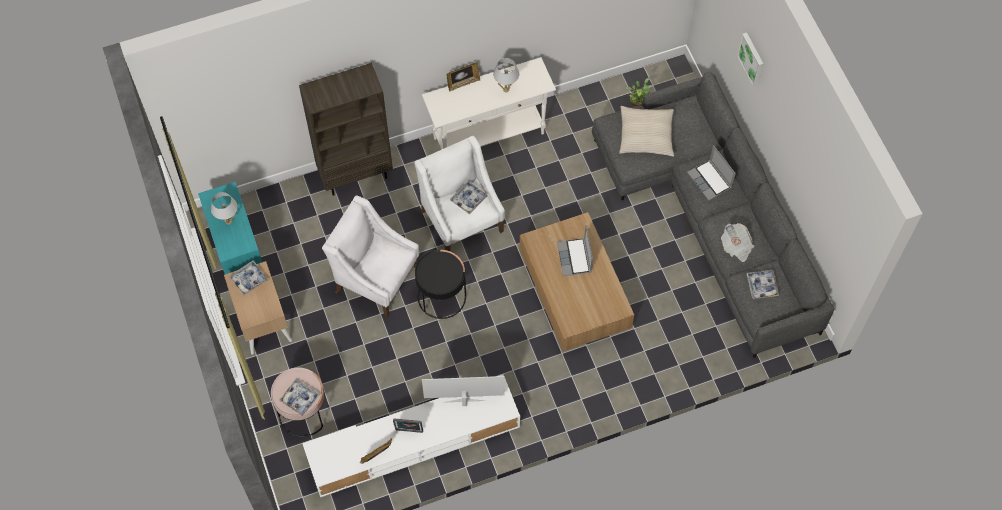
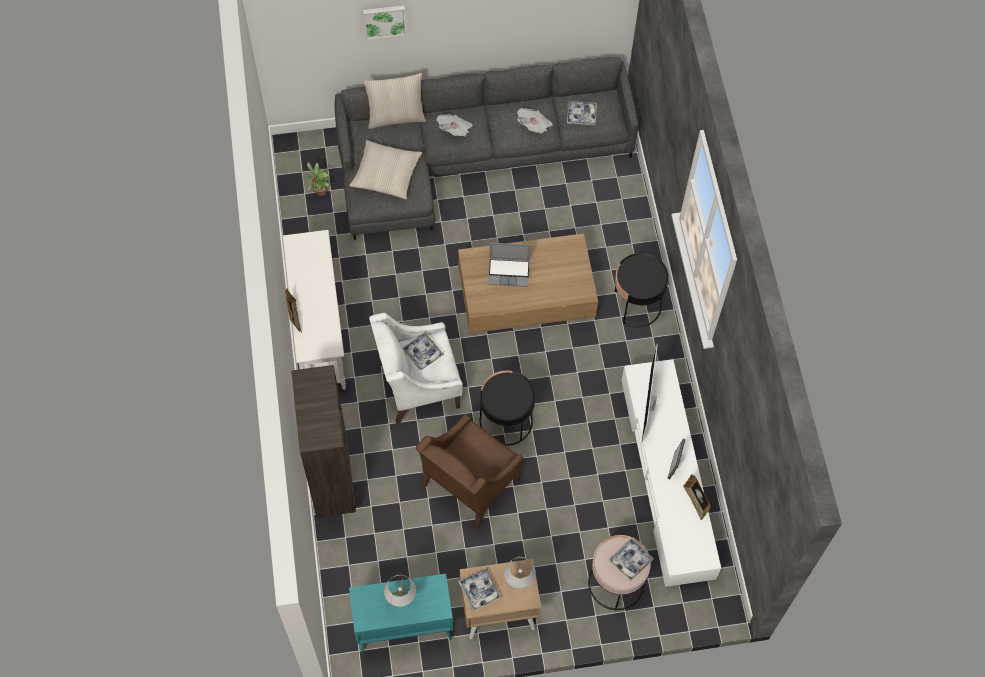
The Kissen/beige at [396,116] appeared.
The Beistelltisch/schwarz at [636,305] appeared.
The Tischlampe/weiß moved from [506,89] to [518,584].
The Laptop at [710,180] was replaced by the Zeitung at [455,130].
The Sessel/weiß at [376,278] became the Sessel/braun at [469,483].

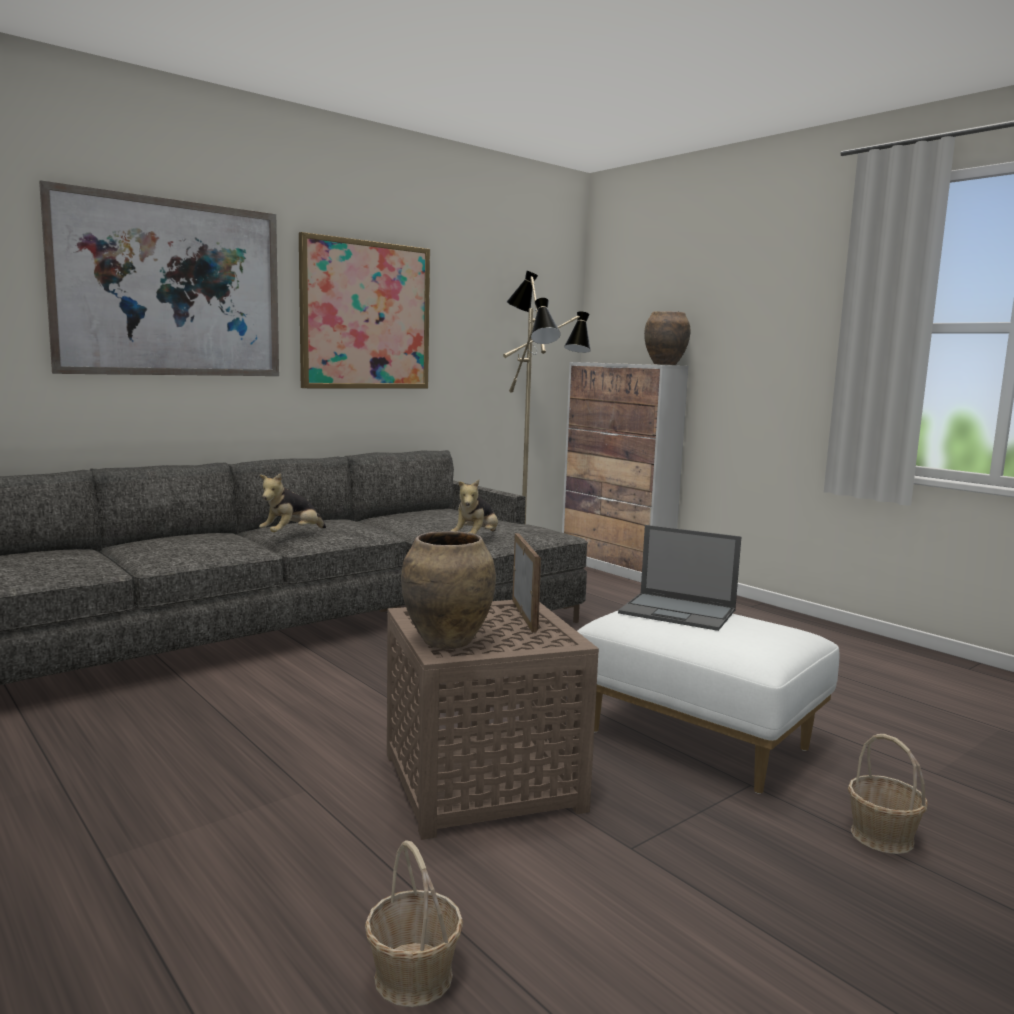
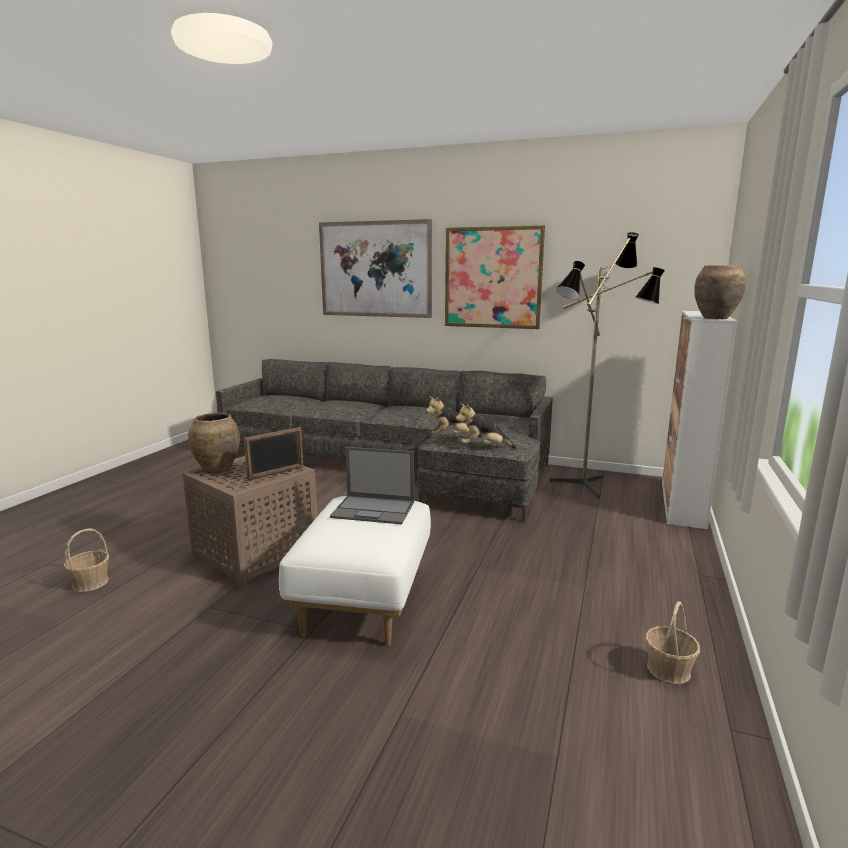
The Plüschtier moved from [292,535] to [484,447].
The Korb moved from [882,837] to [668,669].
The Laptop at [679,612] turned 75 degrees counterclockwise.

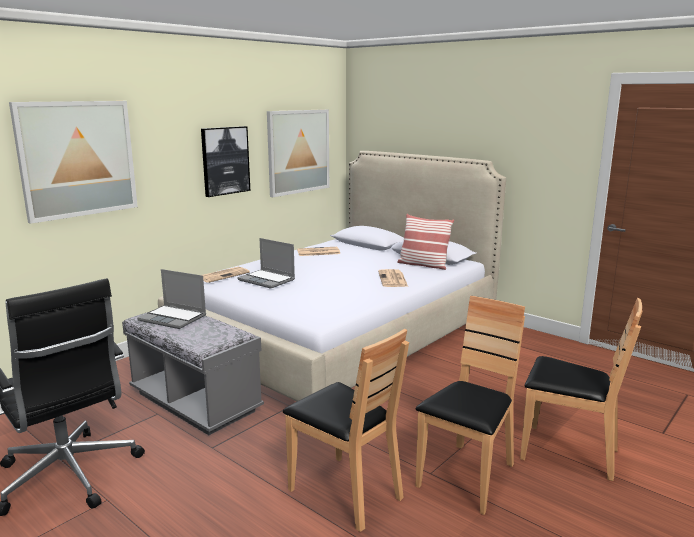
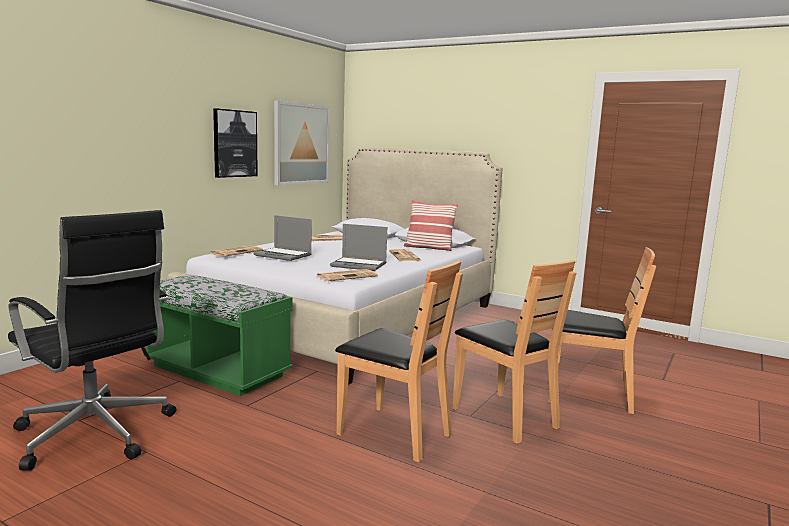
The Bild at [77,159] disappeared.
The Zeitung at [347,276] appeared.
The Laptop moved from [173,318] to [359,265].
The Bank/grau at [195,402] became the Bank/grün at [217,371].
The Stuhl/braun at [467,477] turned 120 degrees clockwise.

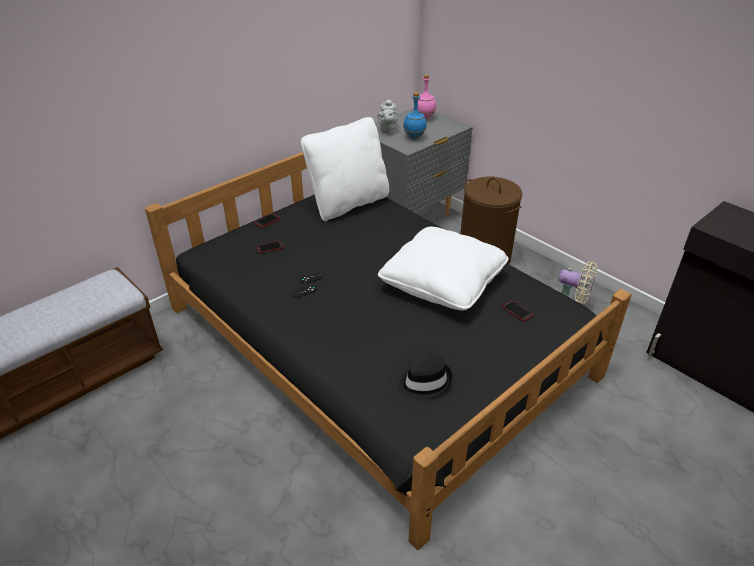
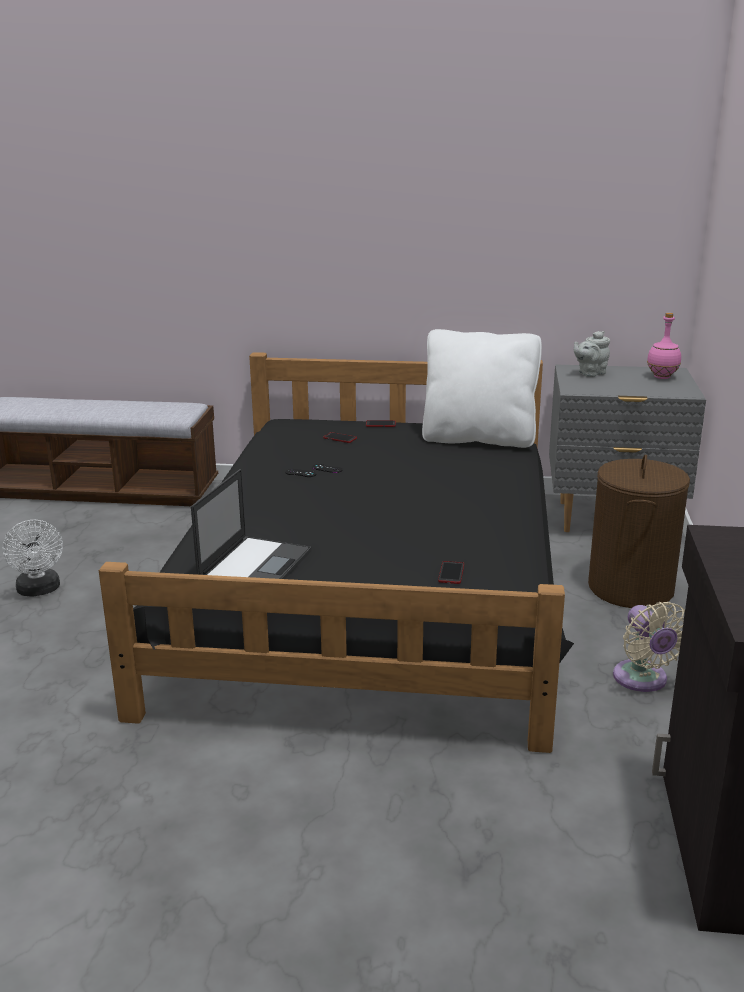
The Kissen/weiß at [443,283] disappeared.
The Flasche/blau at [414,137] disappeared.
The Ventilator/weiß at [39,590] appeared.
The Hut/schwarz at [424,381] was replaced by the Laptop at [255,565].

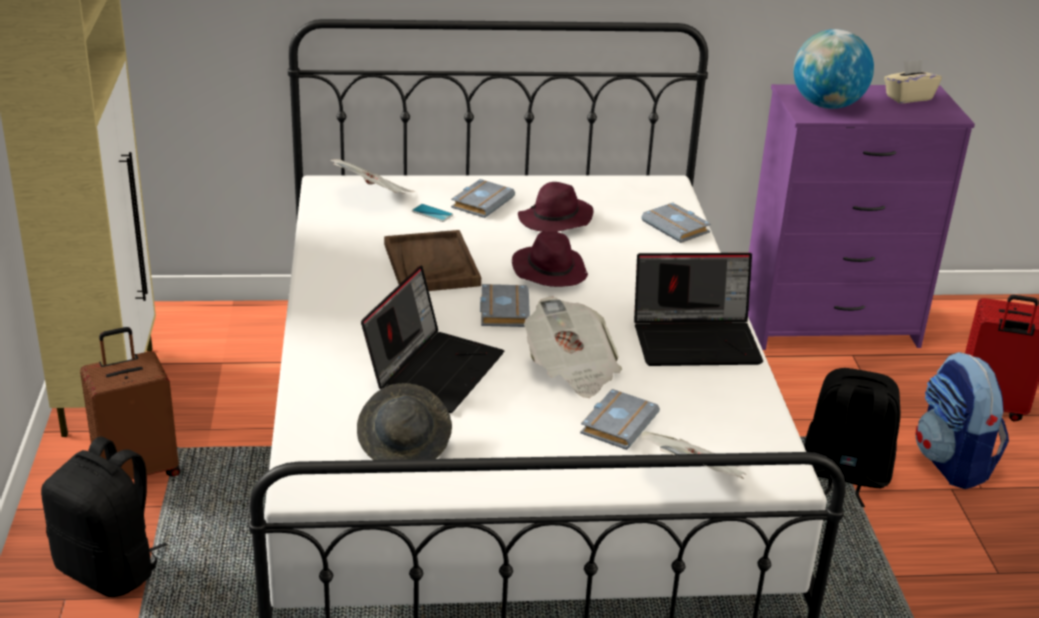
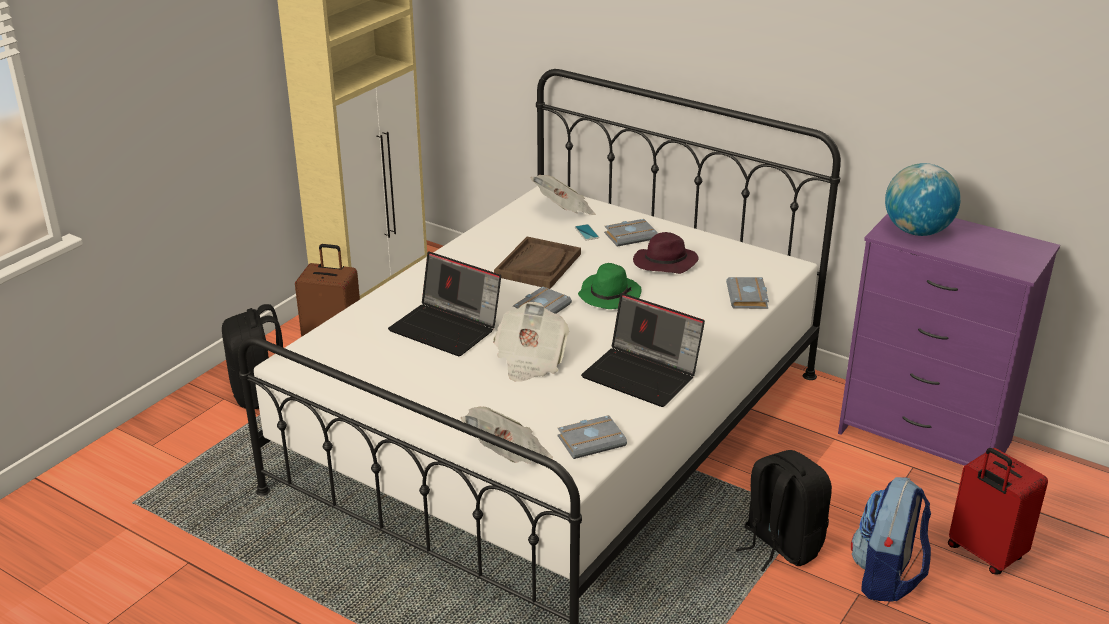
The Hut/grau at [405,445] disappeared.
The Taschentuchbox/beige at [908,97] disappeared.
The Buch/grau moved from [617,423] to [592,440].
The Hut/lila at [549,271] became the Hut/grün at [609,295].
The Laptop at [434,369] turned 60 degrees clockwise.

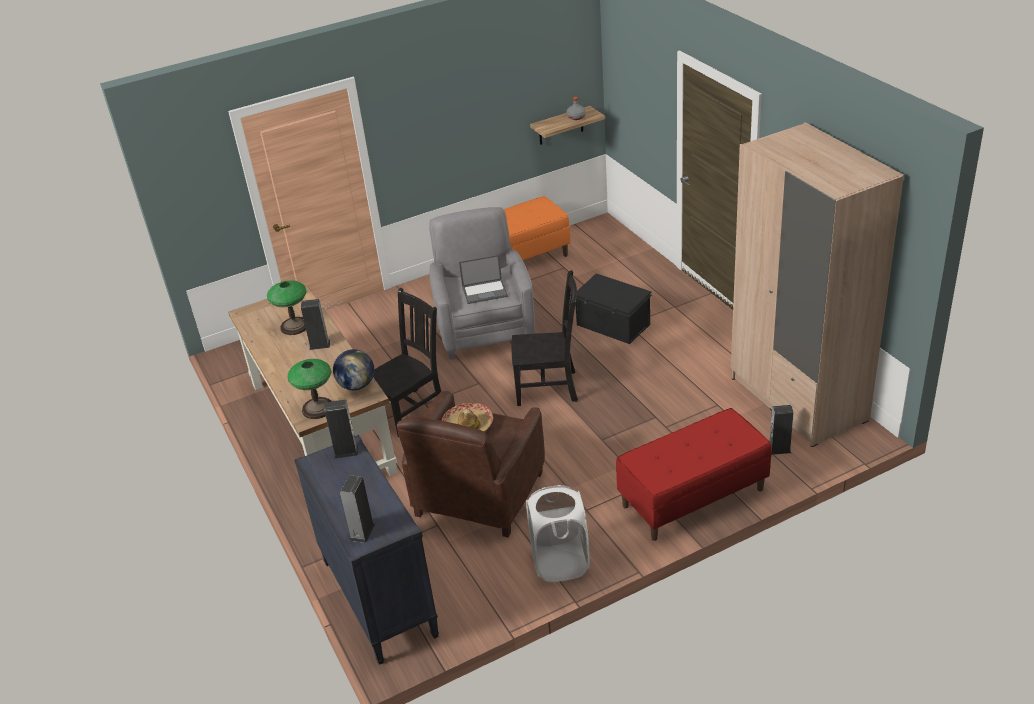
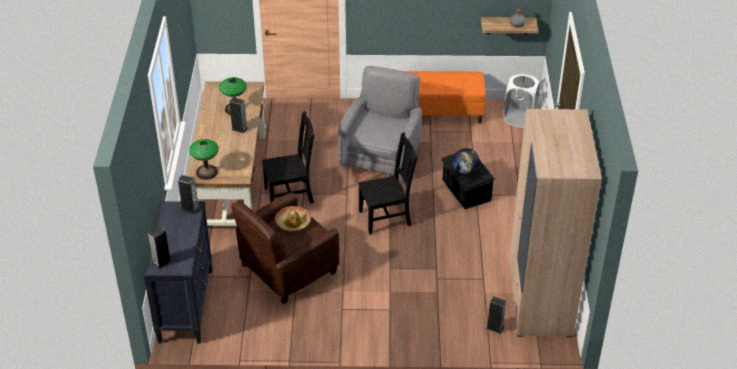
The Laptop at [485,291] disappeared.
The Bank/rot at [693,498] disappeared.
The Globus moved from [357,385] to [465,171].
The Wäschekorb/weiß moved from [560,563] to [519,119].
The Stuhl/schwarz at [549,388] turned 45 degrees counterclockwise.

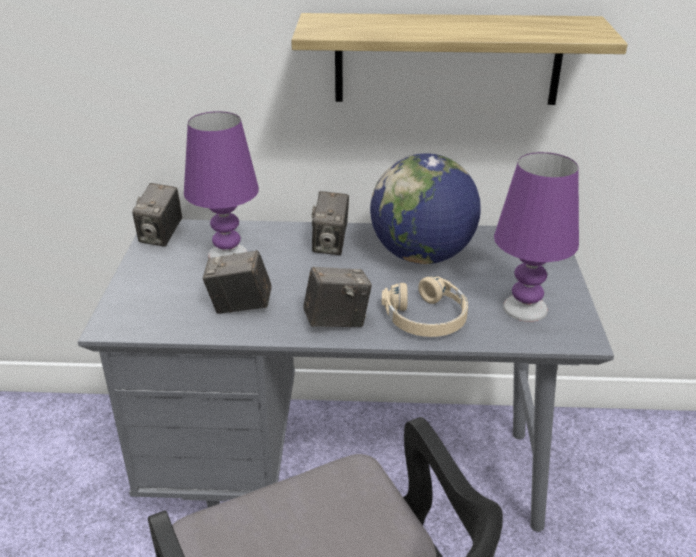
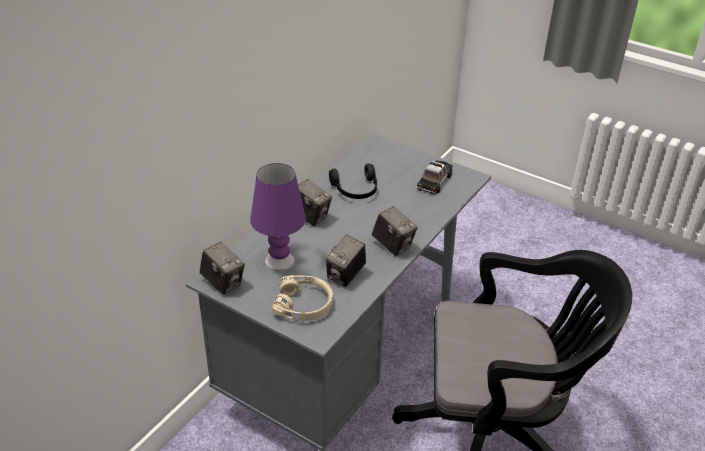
The Wandregal at [447,59] disappeared.
The Kopfhörer/beige moved from [426,318] to [304,305].
The Globus at [422,256] was replaced by the Kopfhörer/schwarz at [356,190].
The Tischlampe/lila at [524,308] was replaced by the Spielzeugauto at [435,181].
The Kamera at [337,321] turned 120 degrees clockwise.

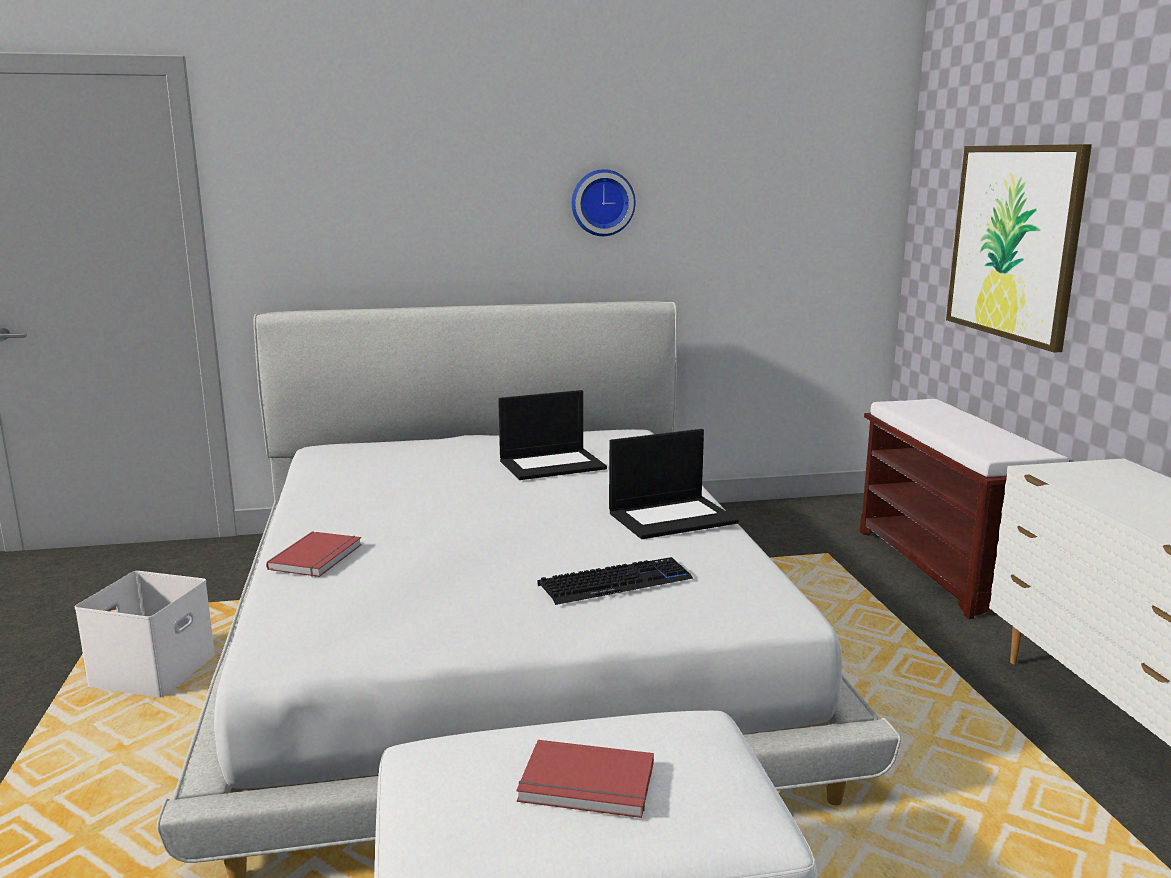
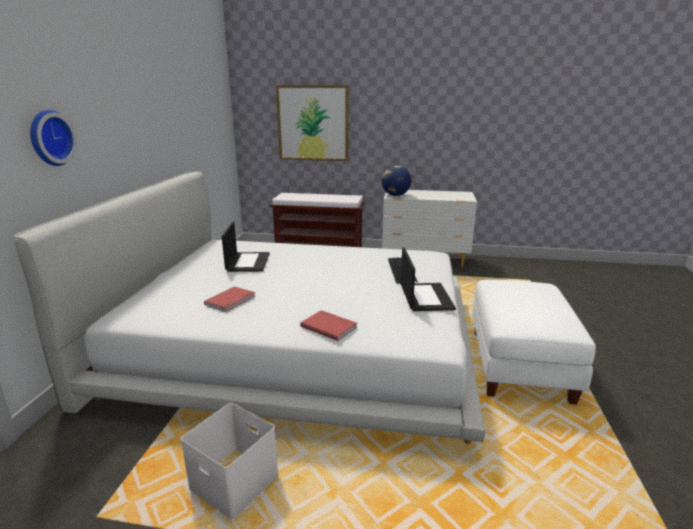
The Globus at [395,195] appeared.
The Buch/rot moved from [587,785] to [231,300].
The Wanduhr moved from [602,202] to [49,138].
The Laptop moved from [672,517] to [425,297].

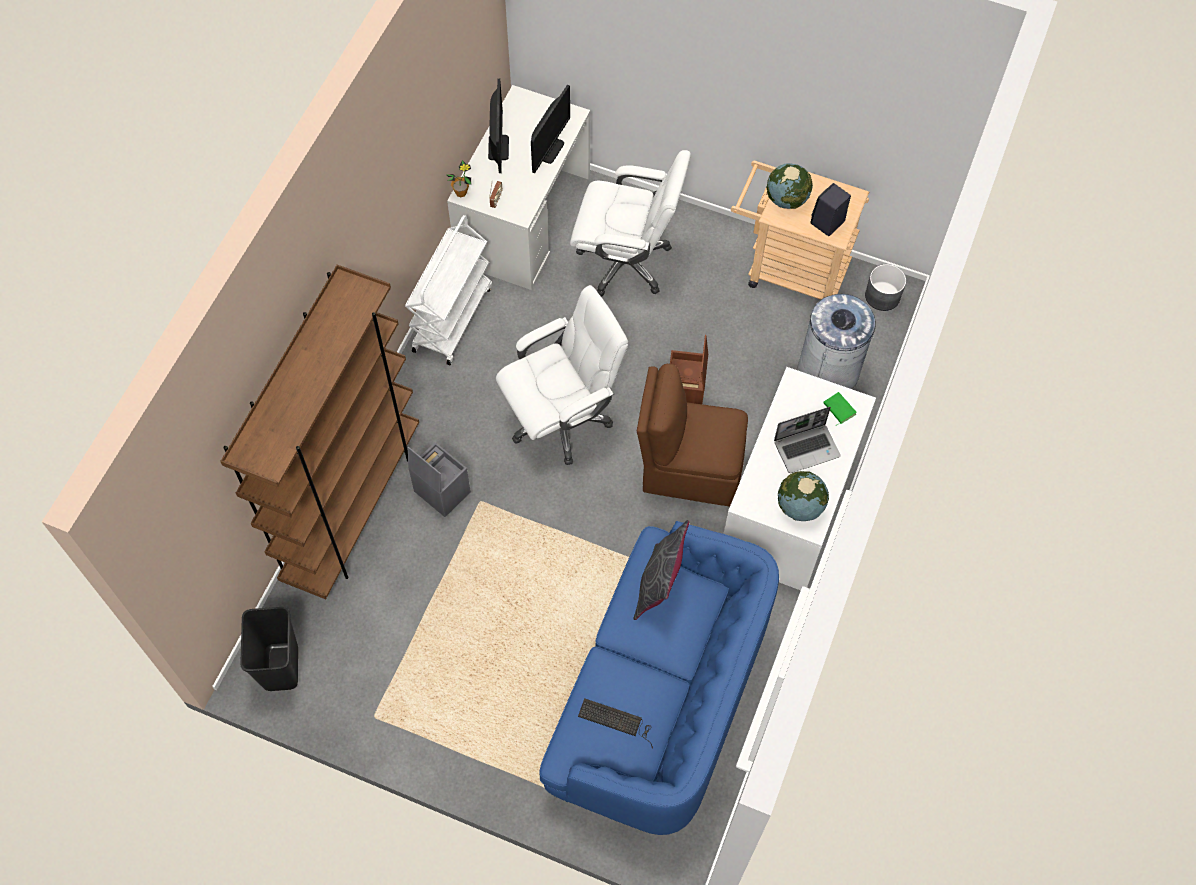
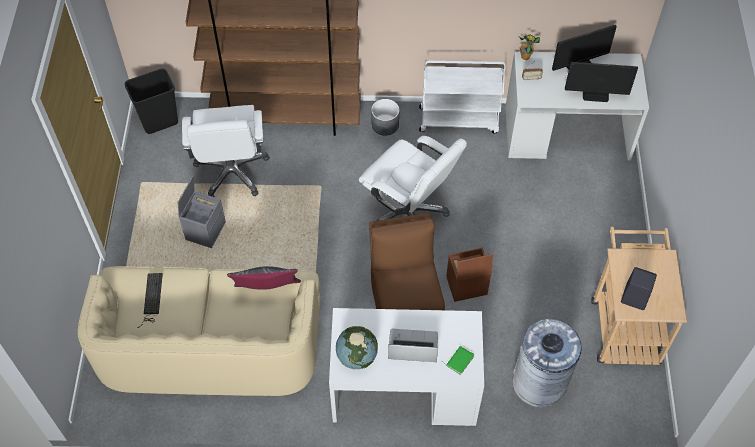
The Globus at [787,199] disappeared.
The Aufbewahrungsbox/grau moved from [441,491] to [205,230].
The Bürostuhl/weiß moved from [626,262] to [232,172].
The Pflanzkübel/grau moved from [882,296] to [385,125].
The Sofa/blau at [660,696] became the Sofa/beige at [211,347].
The Laptop at [807,448] turned 135 degrees clockwise.

